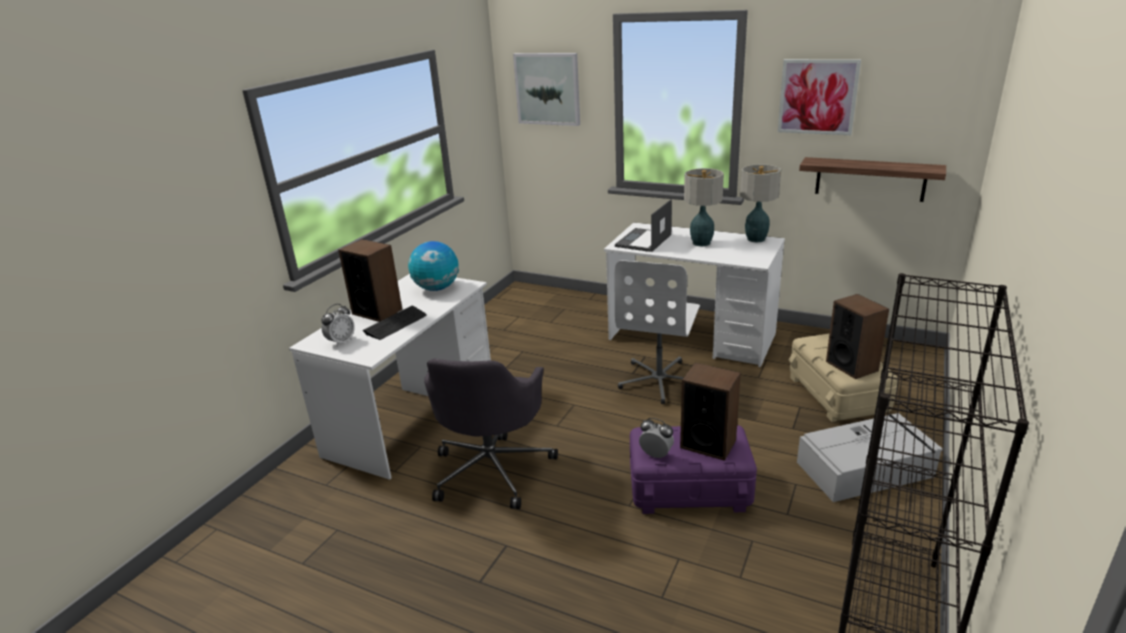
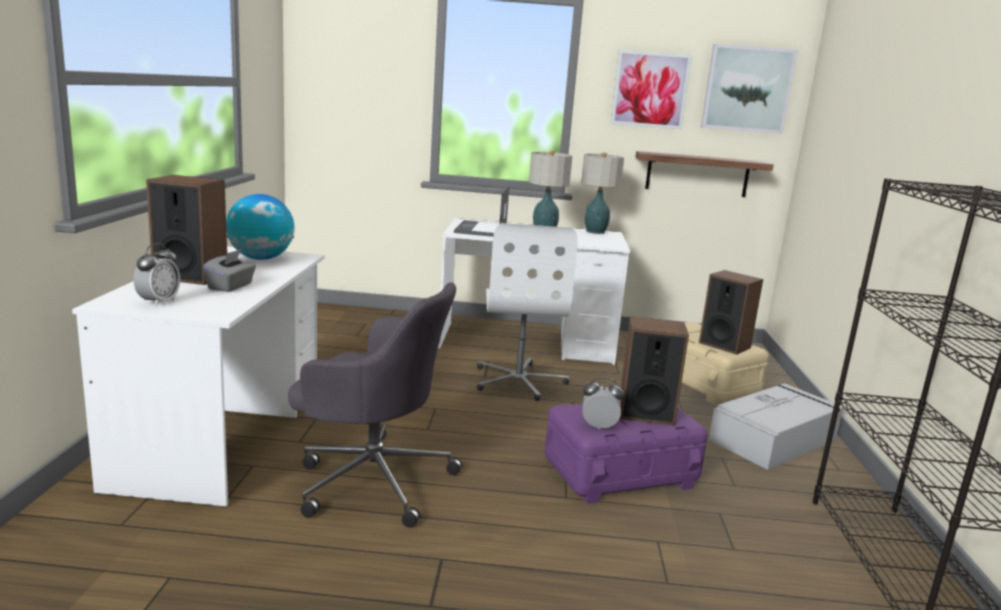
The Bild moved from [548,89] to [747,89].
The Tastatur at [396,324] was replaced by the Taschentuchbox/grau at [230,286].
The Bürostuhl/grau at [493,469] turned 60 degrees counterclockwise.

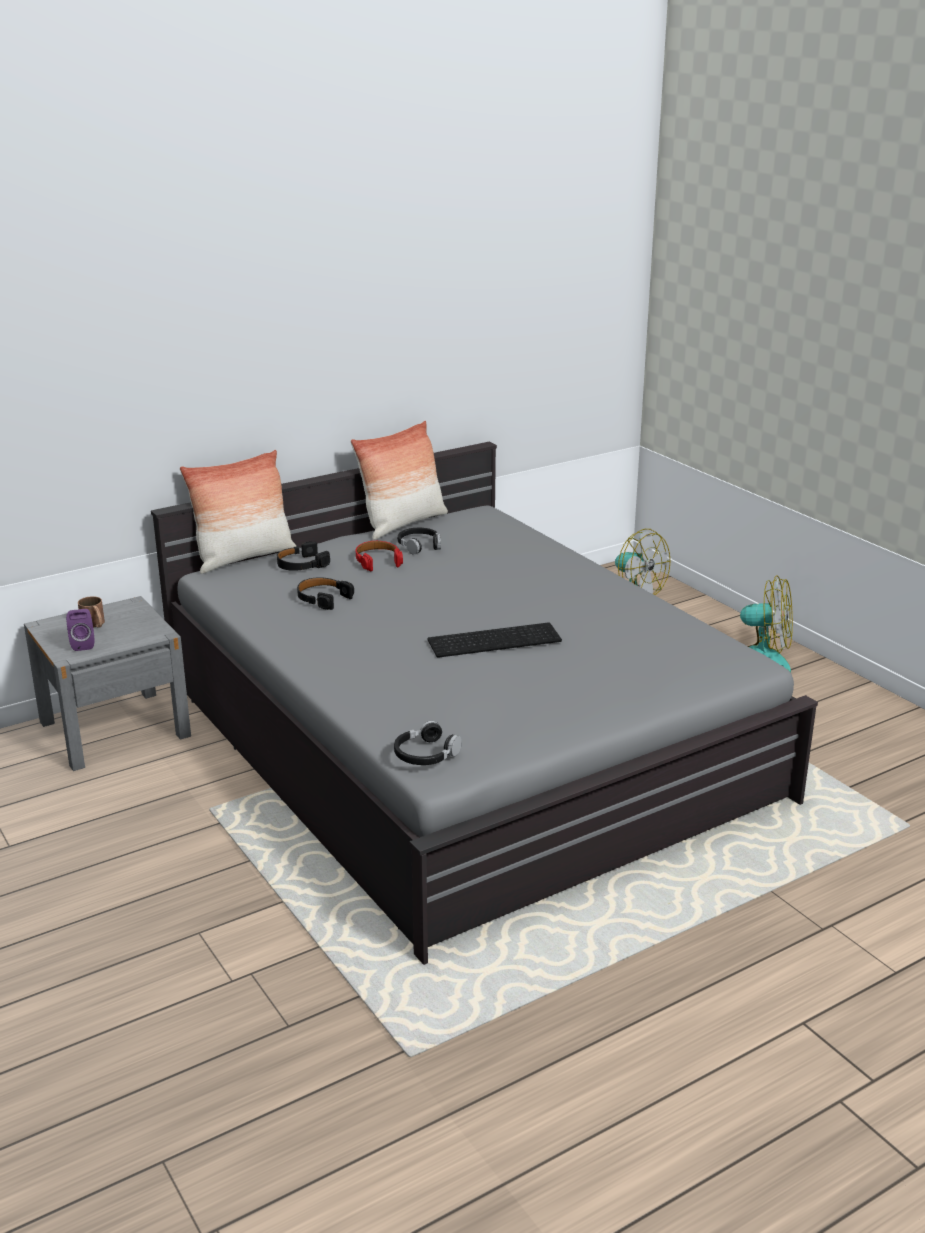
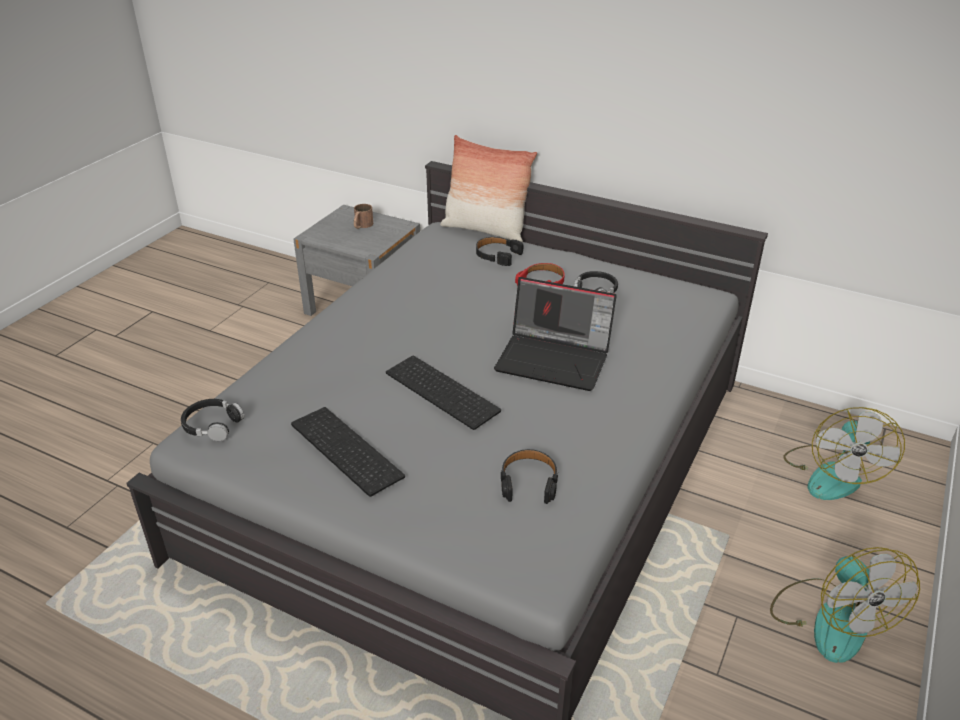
The Lautsprecher/lila at [83,644] disappeared.
The Kissen at [403,524] disappeared.
The Tastatur at [343,450] appeared.
The Laptop at [555,359] appeared.
The Kopfhörer/schwarz moved from [323,598] to [529,482].

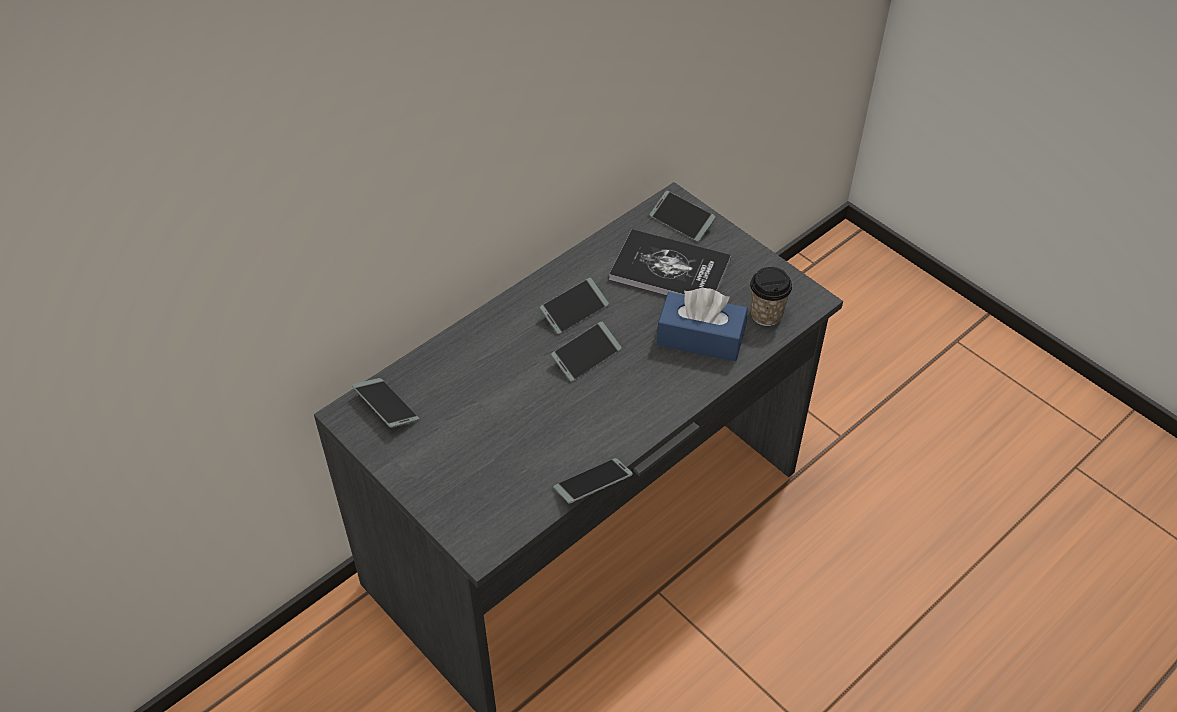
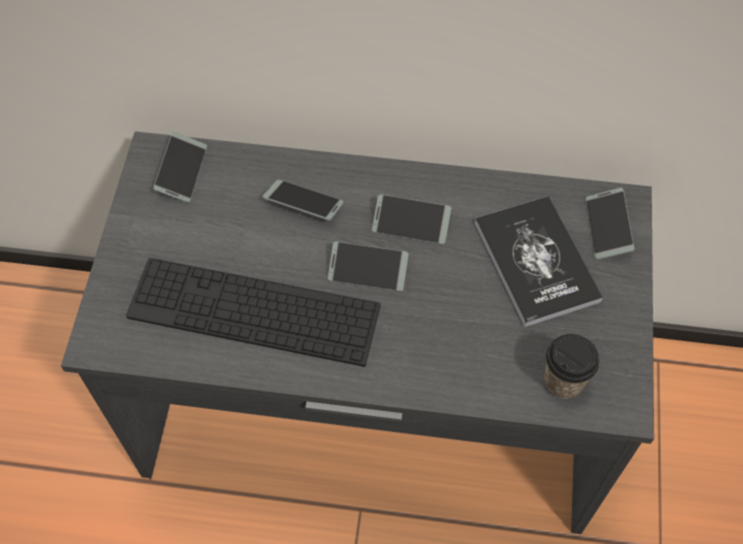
The Taschentuchbox/blau at [700,338] disappeared.
The Tastatur at [254,311] appeared.
The Handy moved from [592,485] to [303,204].

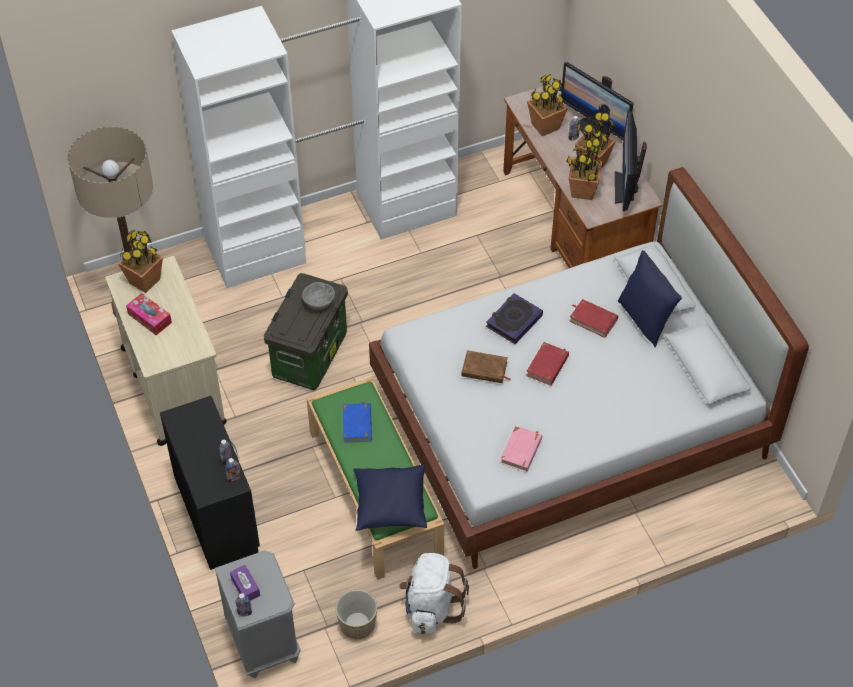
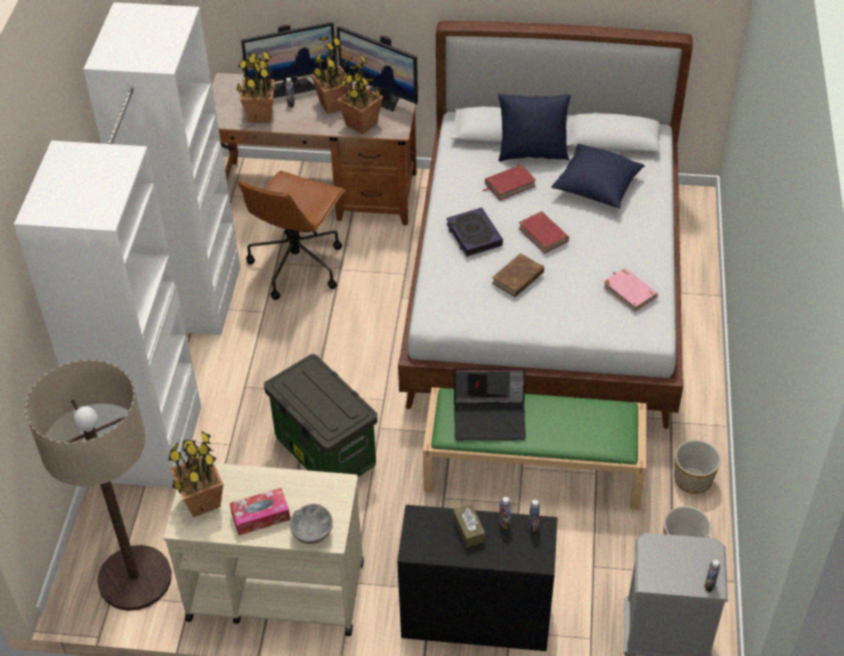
The Taschentuchbox/lila at [245,587] disappeared.
The Bürostuhl/braun at [297,264] appeared.
The Taschentuchbox/braun at [468,530] appeared.
The Schüssel/grau moved from [319,302] to [312,533].
The Kissen/blau moved from [390,505] to [596,187].
The Buch/blau at [357,424] was replaced by the Laptop at [490,418].
The Rucksack/weiß at [431,607] was replaced by the Pflanzkübel at [693,479].

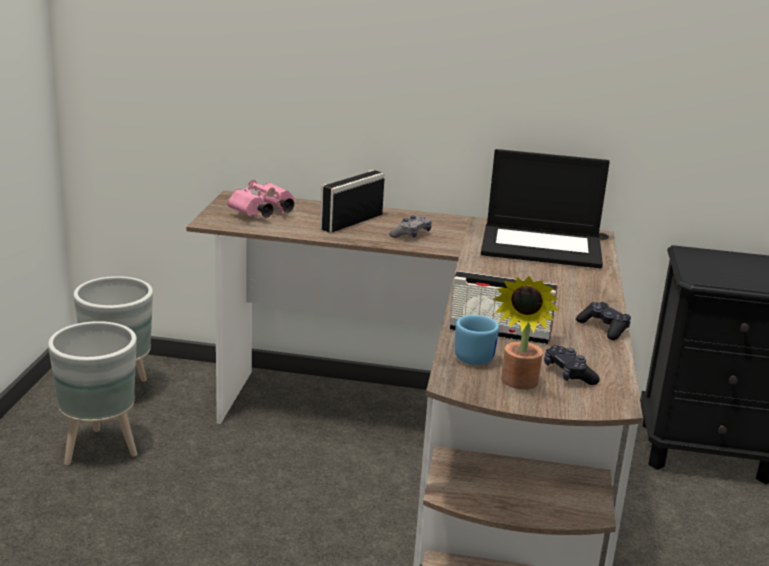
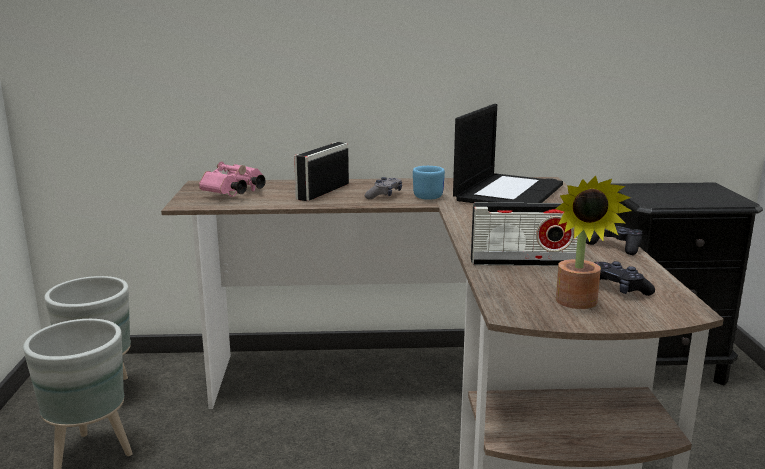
The Henkelbecher/blau moved from [473,355] to [426,196].
The Laptop at [542,246] turned 60 degrees counterclockwise.

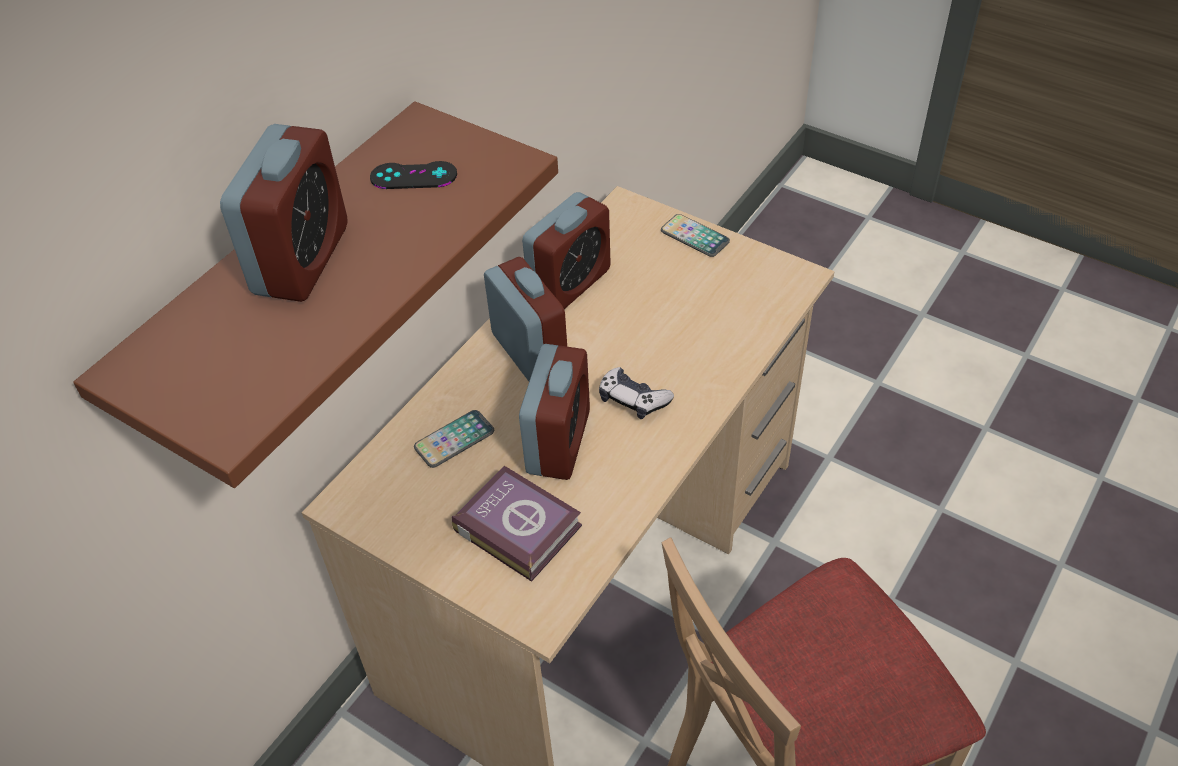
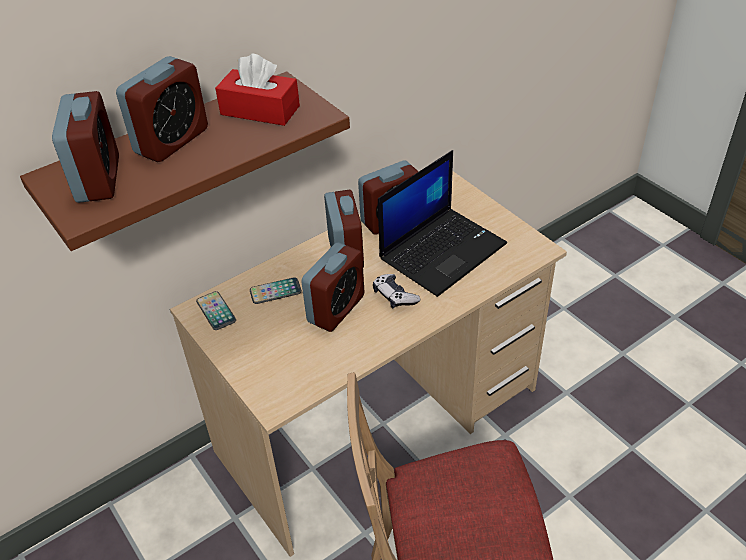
The Buch at [517,526] disappeared.
The Wecker at [98,179] appeared.
The Laptop at [442,250] appeared.
The Handy moved from [694,236] to [216,311].
The Gamepad/schwarz at [413,176] was replaced by the Taschentuchbox/rot at [260,110].

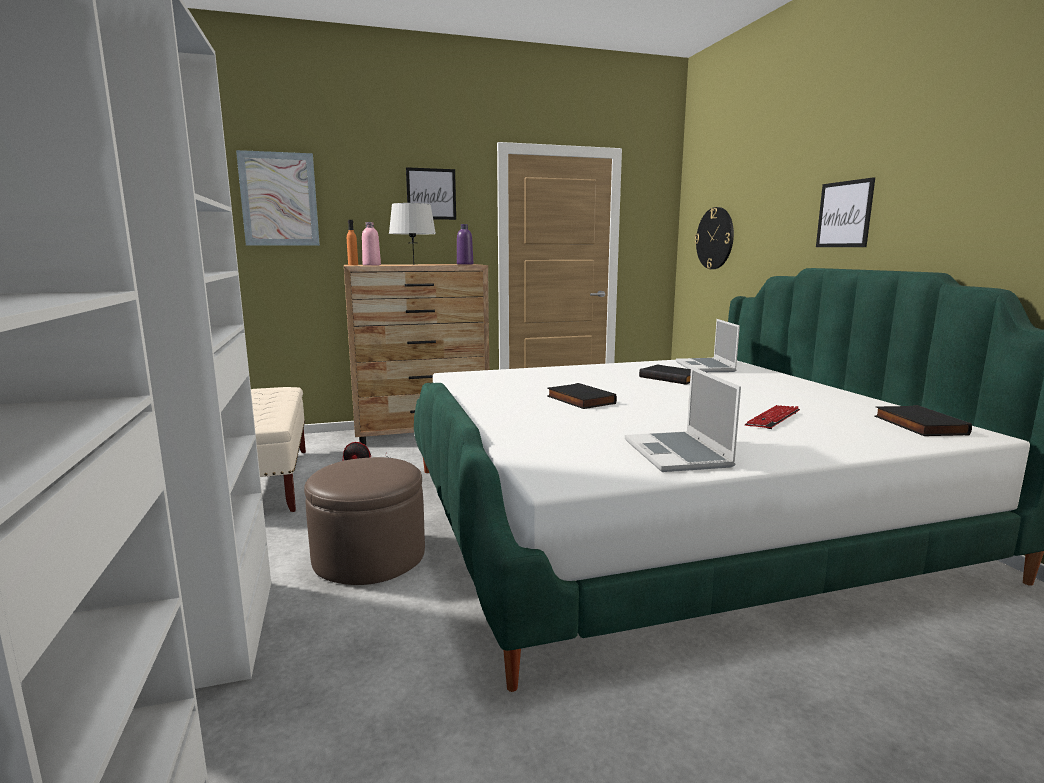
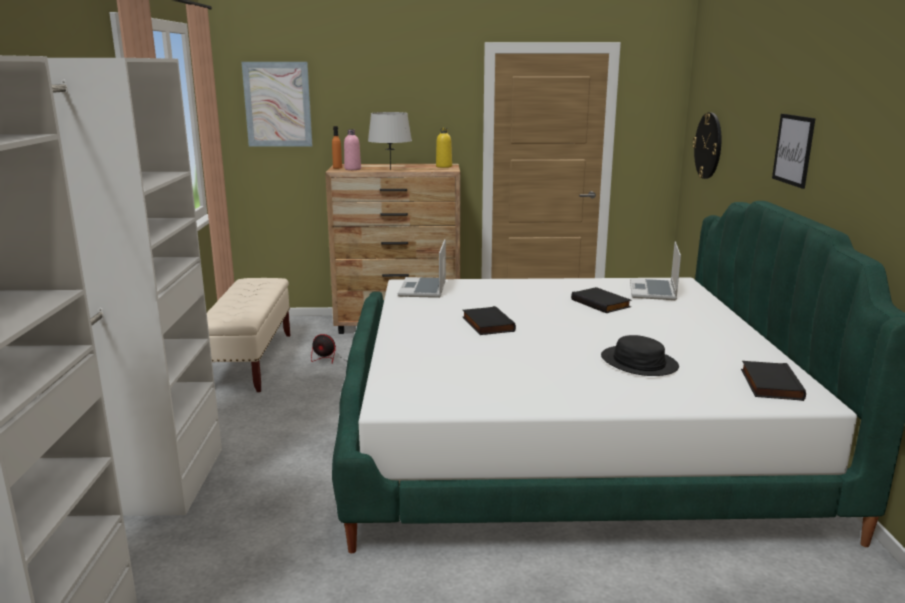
The Polsterhocker/braun at [369,556] disappeared.
The Bild at [431,194] disappeared.
The Laptop moved from [679,454] to [423,289].
The Tastatur at [773,419] was replaced by the Hut/schwarz at [638,363].
The Flasche/lila at [465,264] became the Flasche/gelb at [444,166].

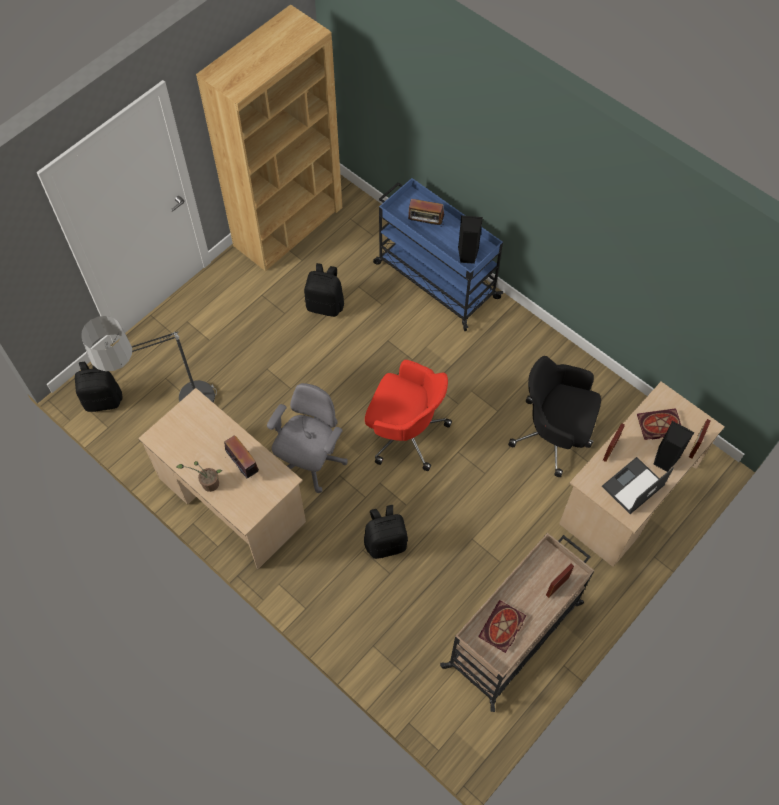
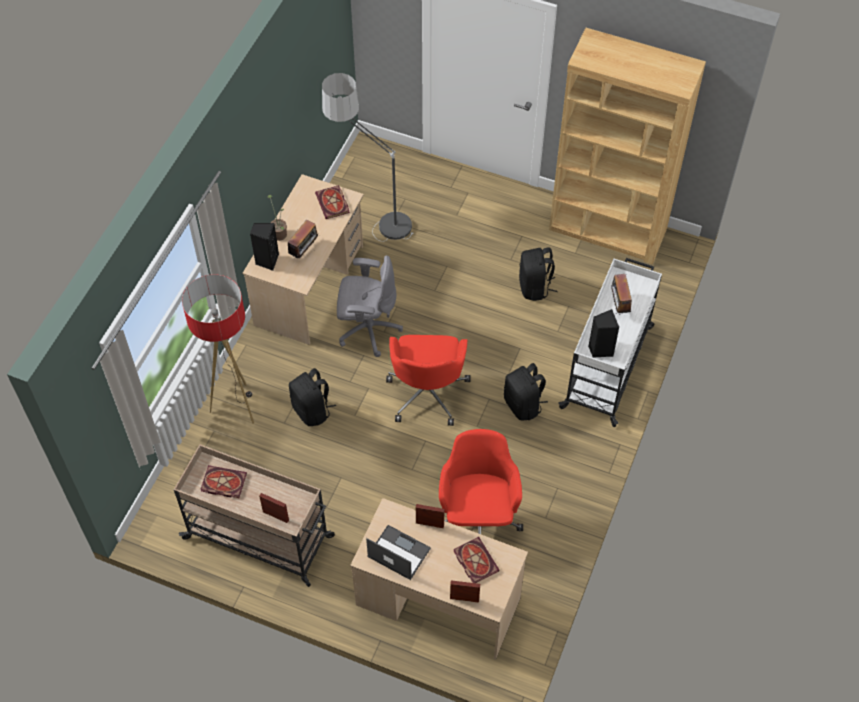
The Stehlampe at [236,406] appeared.
The Buch at [333,204] appeared.
The Rucksack/schwarz moved from [103,399] to [523,405].
The Lautsprecher/schwarz moved from [664,459] to [267,260].
The Rollwagen/blau at [435,279] became the Rollwagen/weiß at [608,366].
The Bürostuhl/schwarz at [553,435] became the Bürostuhl/rot at [478,517].

